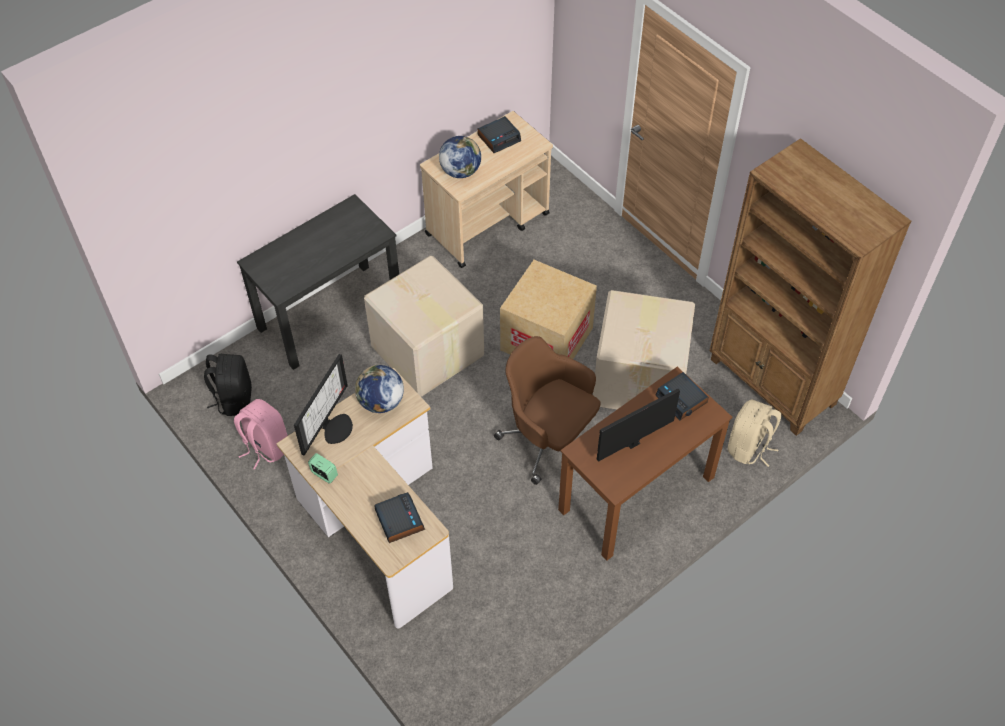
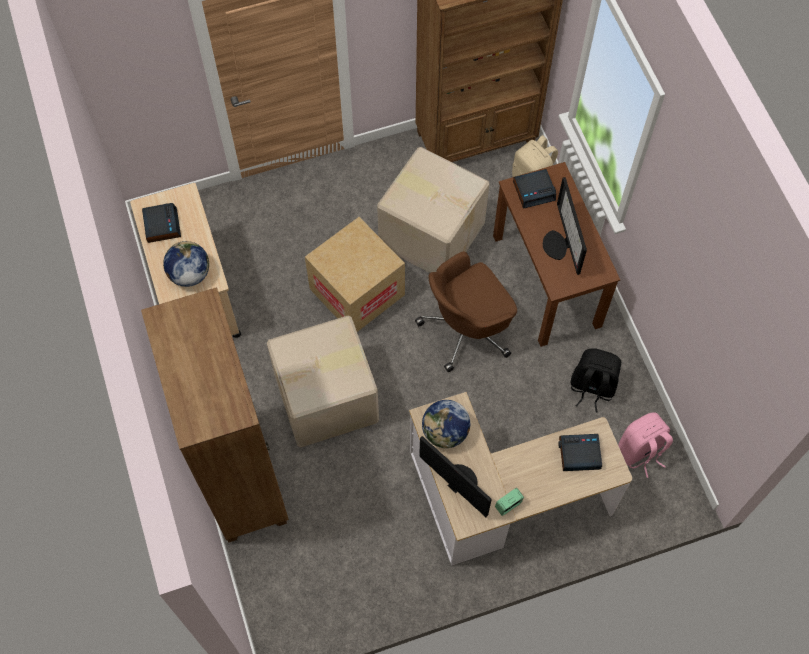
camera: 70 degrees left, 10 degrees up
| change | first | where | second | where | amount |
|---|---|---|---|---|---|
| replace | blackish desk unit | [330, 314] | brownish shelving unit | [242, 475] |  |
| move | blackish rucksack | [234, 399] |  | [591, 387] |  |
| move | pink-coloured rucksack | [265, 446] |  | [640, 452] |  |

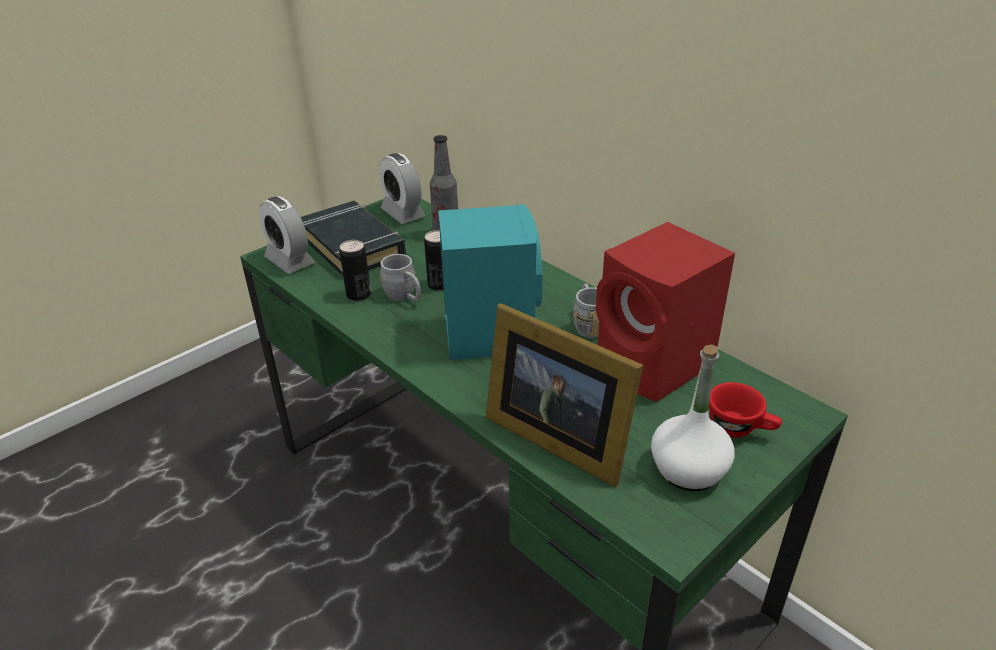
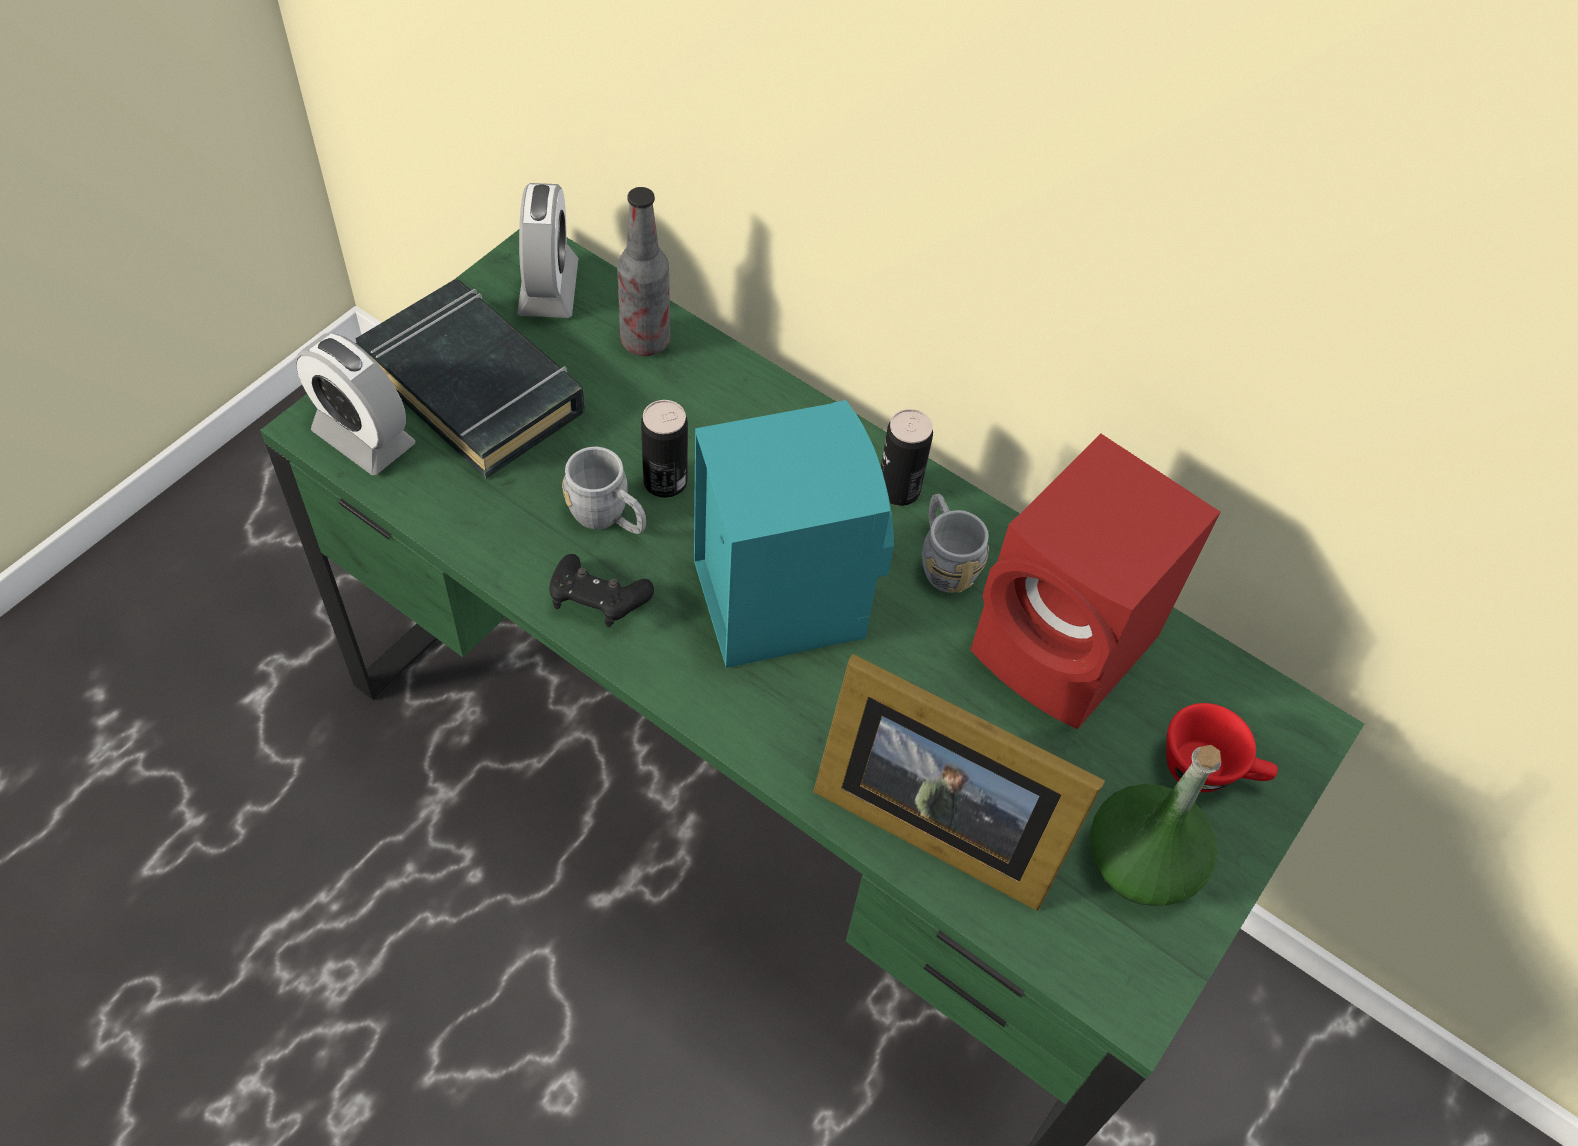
camera: 15 degrees left, 20 degrees up
| change | first | where | second | where | amount |
|---|---|---|---|---|---|
| rotate | alarm clock | [403, 213] |  | [548, 288] | 135 degrees counterclockwise |
| insert |  |  | blackish game controller | [597, 601] |  |
| move | metal can | [358, 295] |  | [898, 490] |  |
| recolor | white bottle | [688, 469] | greenish bottle | [1141, 862] |  |

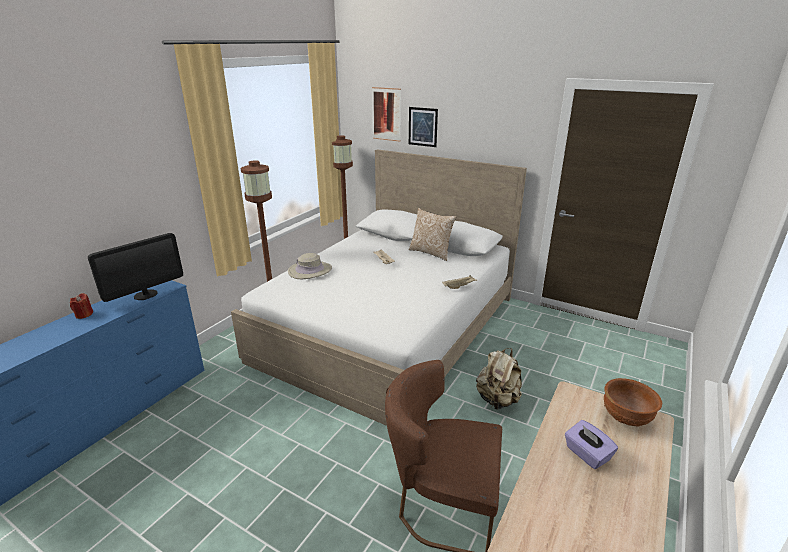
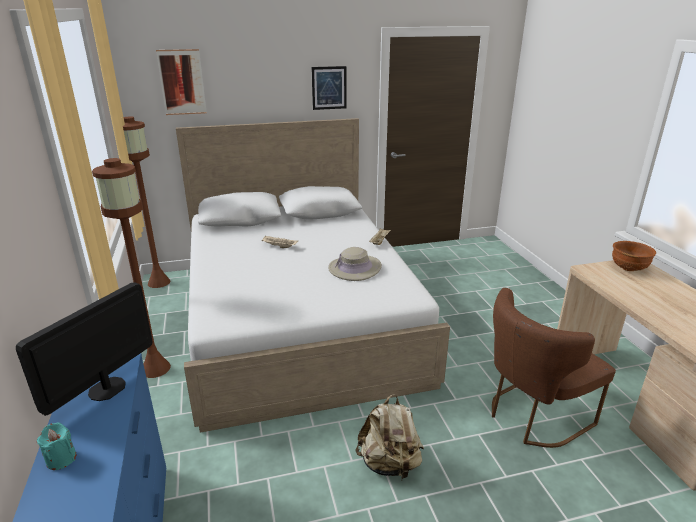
camera: 45 degrees left, 0 degrees up
| change | first | where | second | where | amount |
|---|---|---|---|---|---|
| rotate | computer display | [145, 295] |  | [107, 389] | 150 degrees counterclockwise |
| recolor | reddish wax candle | [84, 314] | turquoise wax candle | [61, 459] |  |
| move | picture | [423, 127] |  | [329, 88] |  |
| move | sand-coloured hat | [310, 270] |  | [355, 268] |  |
| move | sand-coloured rucksack | [497, 400] |  | [389, 464] |  |
| delete | cushion | [431, 253] |  |  |  |
| delete | purplish tissue holder | [586, 454] |  |  |  |

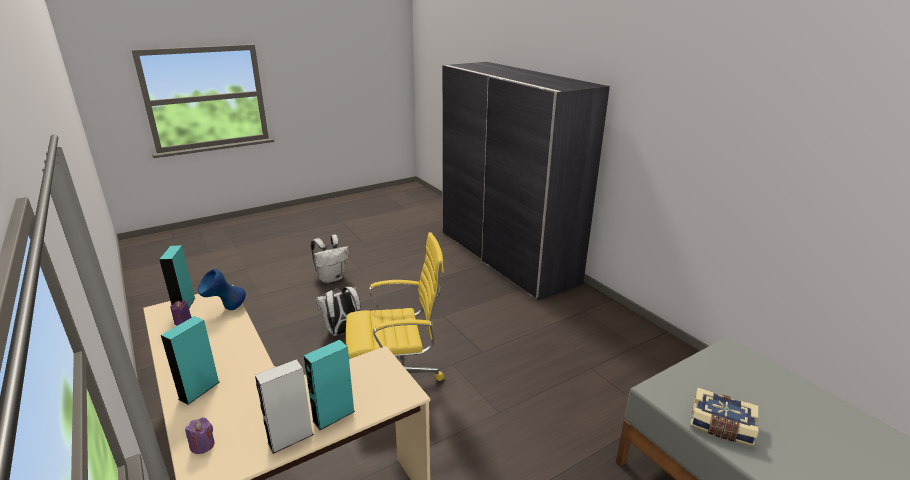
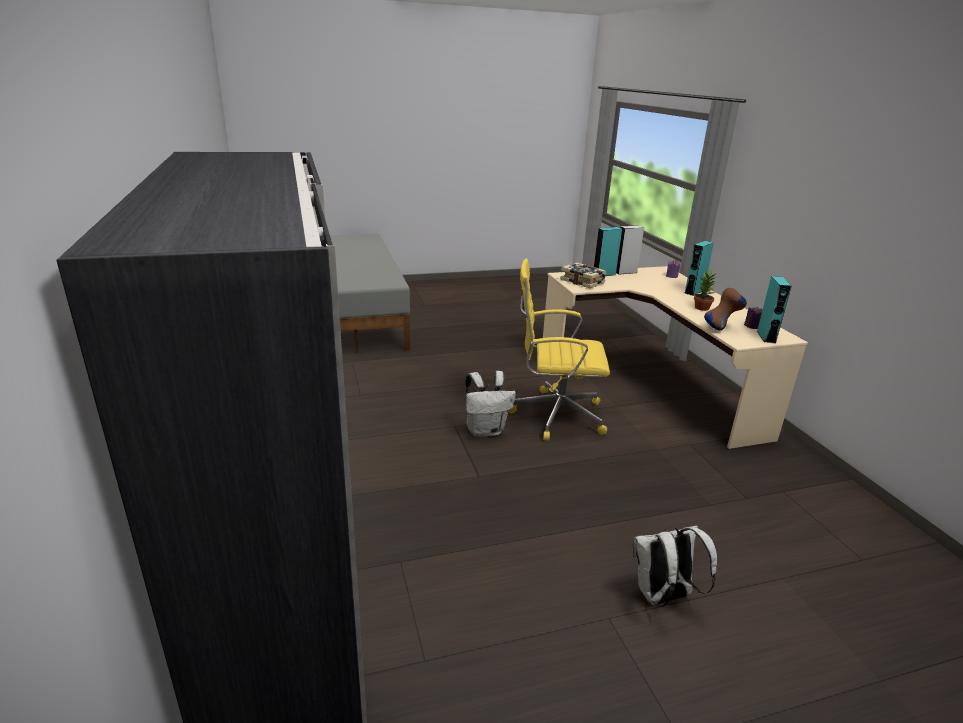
camera: 165 degrees left, 0 degrees up
| change | first | where | second | where | amount |
|---|---|---|---|---|---|
| move | white rucksack | [342, 331] |  | [486, 430] |  |
| move | volume | [721, 426] |  | [583, 282] |  |
| insert |  |  | houseplant | [702, 308] |  |
| recolor | bluish decorative vase | [226, 310] | brownish decorative vase | [721, 328] |  |

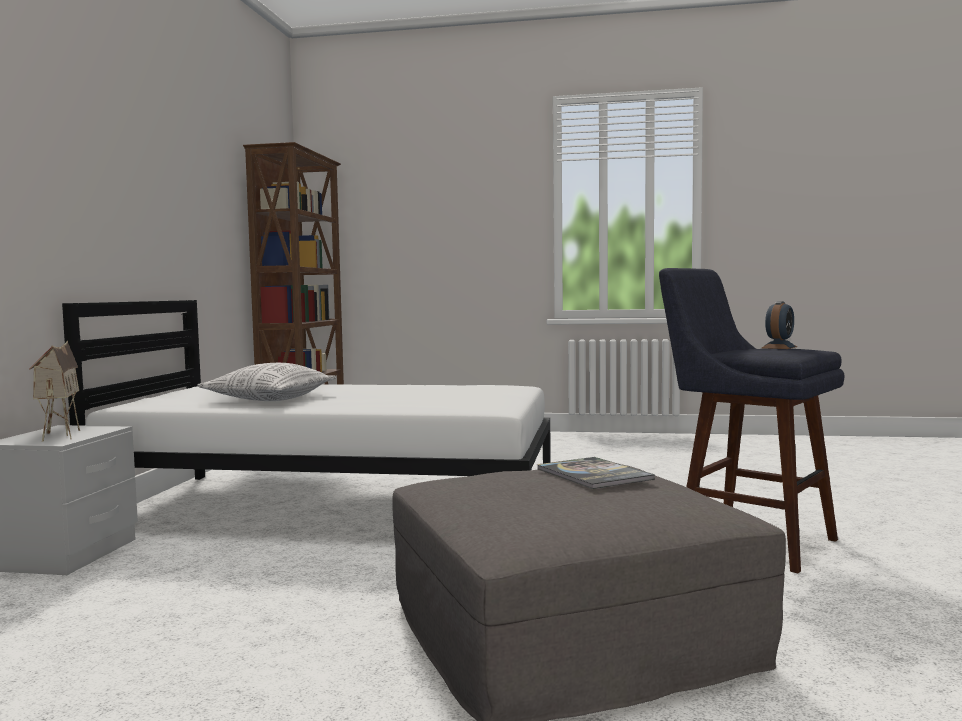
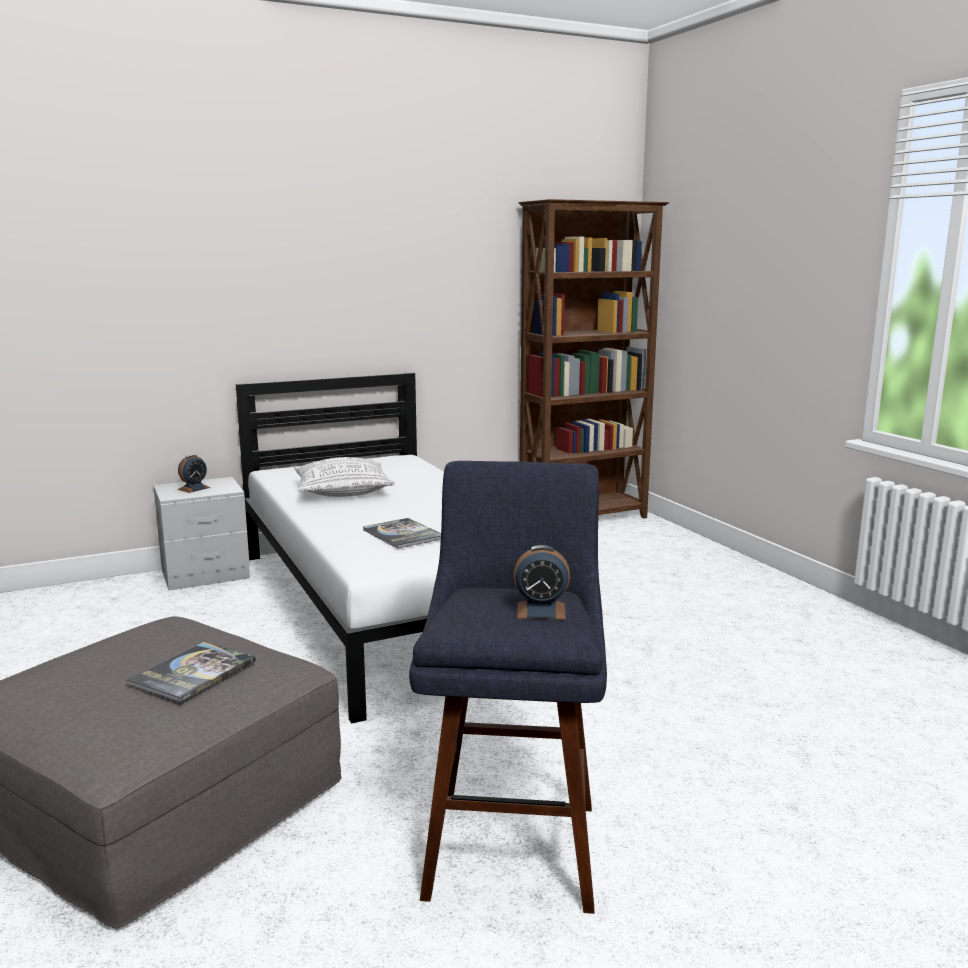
camera: 55 degrees right, 10 degrees up
| change | first | where | second | where | amount |
|---|---|---|---|---|---|
| replace | miniature house | [57, 435] | alarm clock | [194, 488] |  |
| insert |  |  | volume | [403, 534] |  |

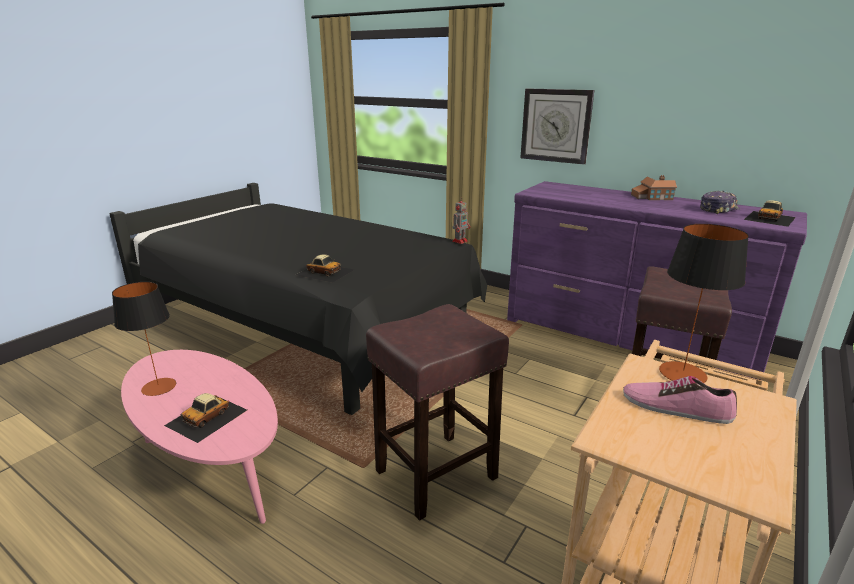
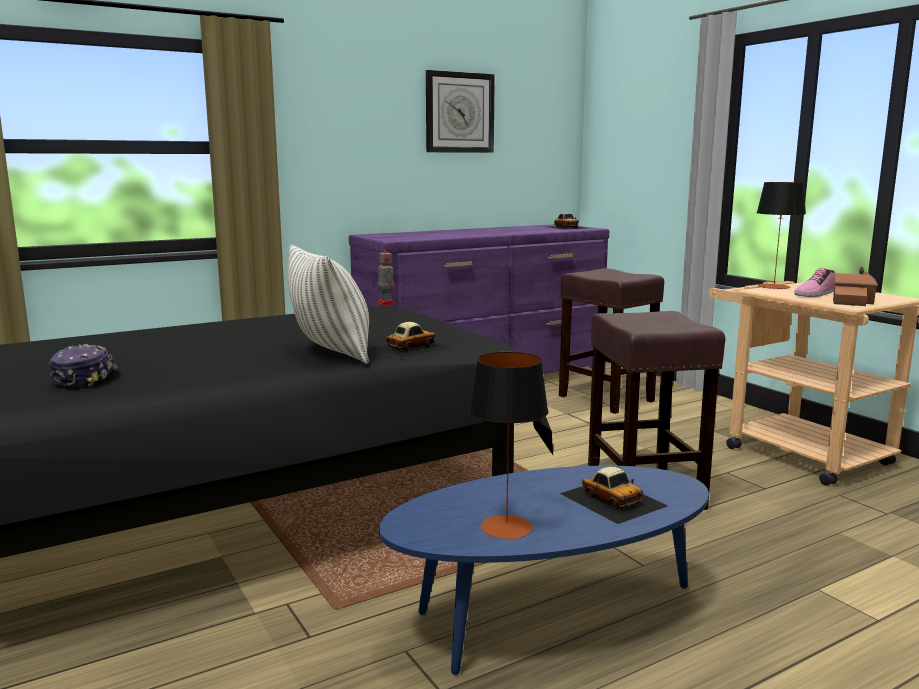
camera: 65 degrees left, 10 degrees down
| change | first | where | second | where | amount |
|---|---|---|---|---|---|
| move | peaked cap | [718, 209] |  | [84, 378] |  |
| insert |  |  | cushion | [331, 353] |  |
| recolor | pink-coloured low table | [210, 463] | bluish low table | [548, 617] |  |
| move | hanging clock | [556, 125] |  | [459, 113] |  |
| move | miniature house | [651, 197] |  | [853, 301] |  |

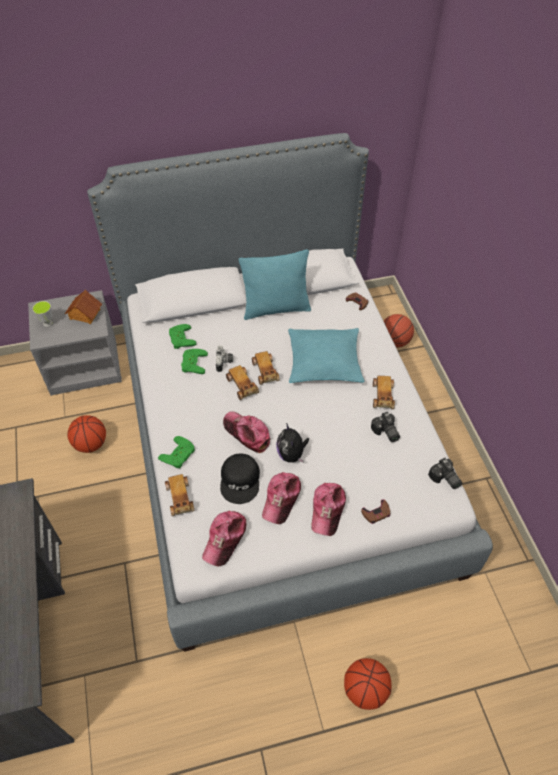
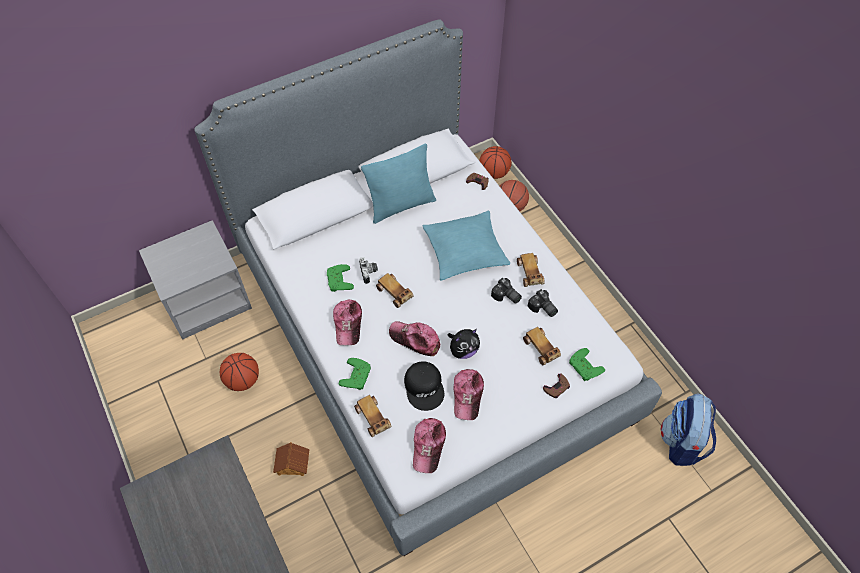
camera: 15 degrees left, 5 degrees up
| change | first | where | second | where | amount |
|---|---|---|---|---|---|
| move | miniature house | [84, 314] |  | [292, 464] |  |
| move | peaked cap | [327, 510] |  | [348, 324] |  |
| rotate | soft toy | [291, 454] |  | [463, 350] | 90 degrees counterclockwise |
| move | basketball | [365, 689] |  | [494, 173] |  |
| move | still camera | [444, 479] |  | [506, 296] |  |
| move | miniature car | [265, 372] |  | [541, 349] |  |
| move | greenish game controller | [180, 339] |  | [583, 367] |  |
| insert |  |  | rucksack | [682, 442] |  |
| delete | cup | [48, 323] |  |  |  |

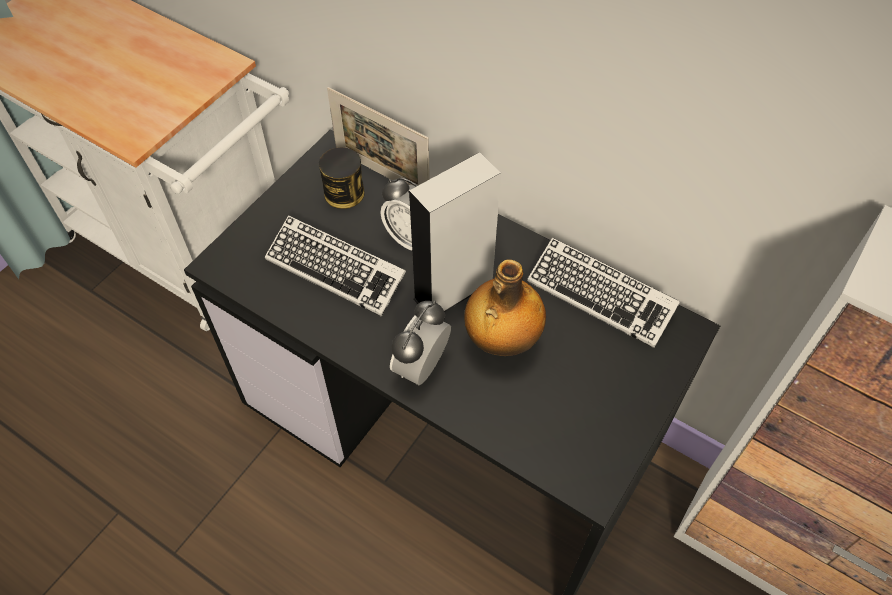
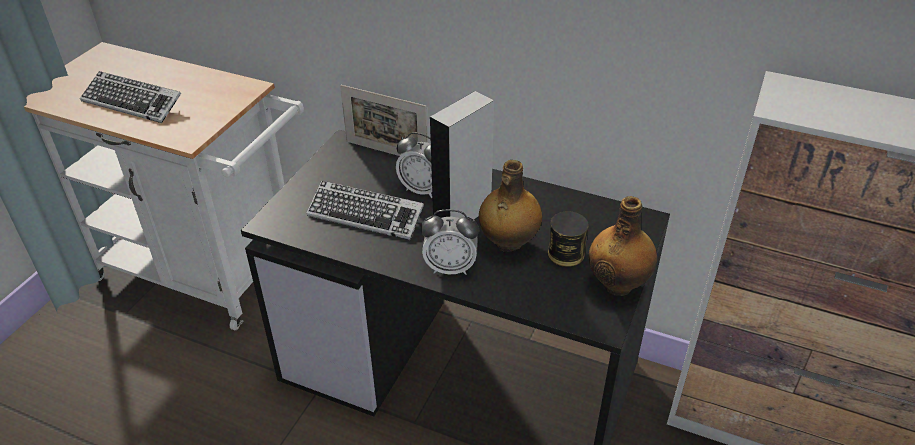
camera: 10 degrees left, 15 degrees down
| change | first | where | second | where | amount |
|---|---|---|---|---|---|
| move | PC keyboard | [600, 296] |  | [132, 103] |  |
| rotate | alarm clock | [421, 366] |  | [450, 267] | 105 degrees counterclockwise |
| move | metal can | [344, 193] |  | [566, 254] |  |
| insert |  |  | bottle | [618, 284] |  |

